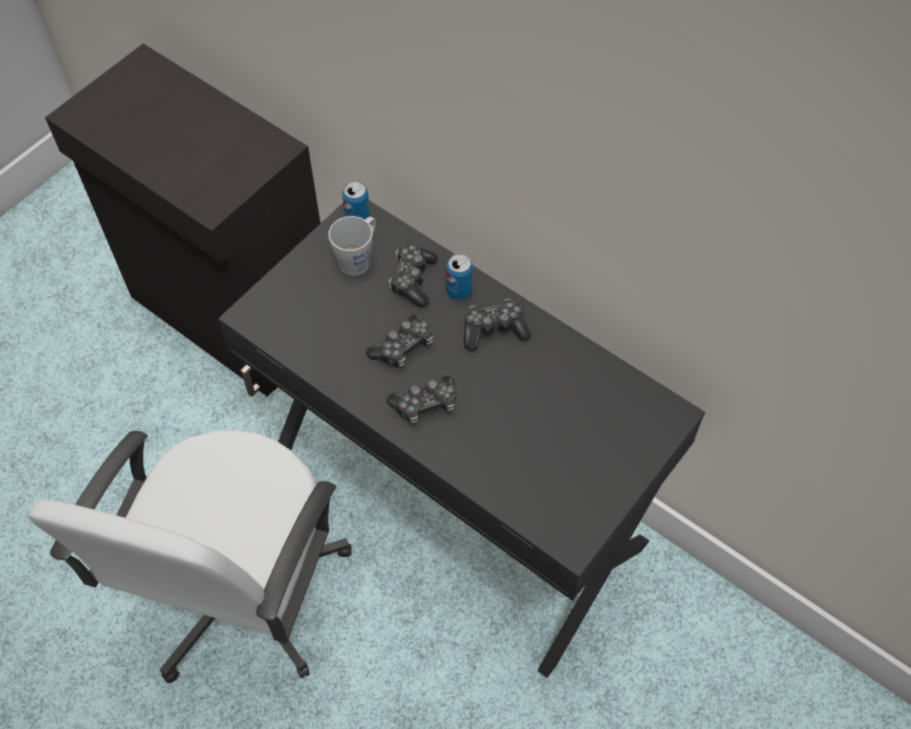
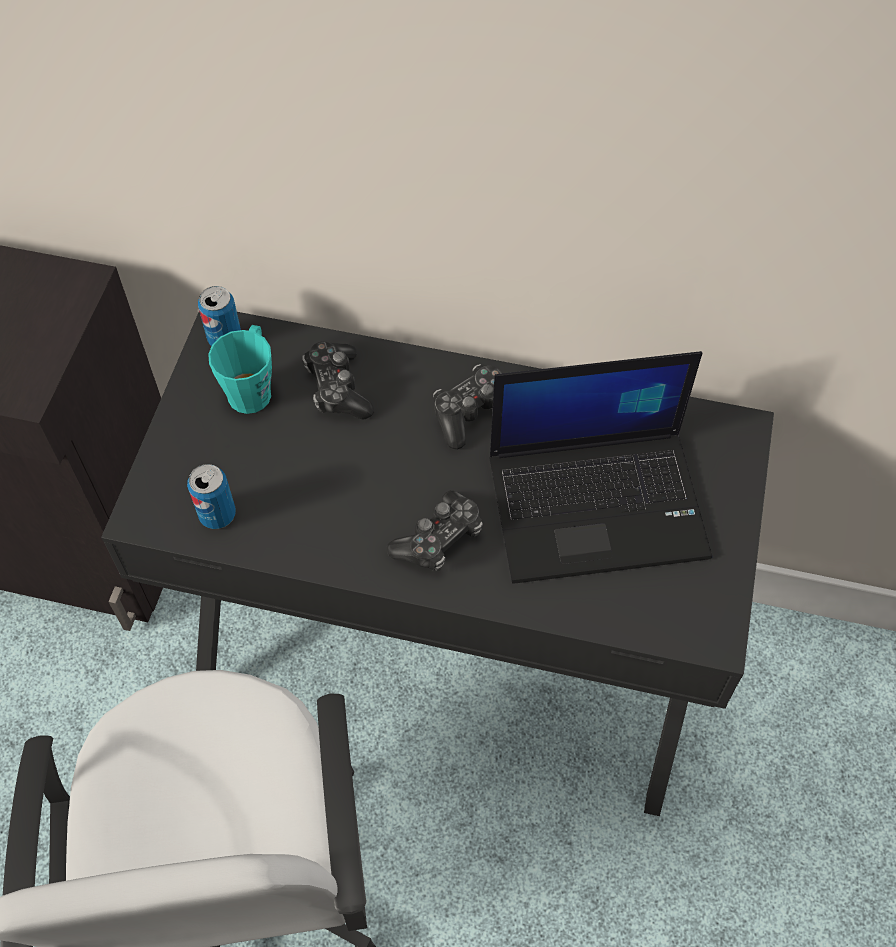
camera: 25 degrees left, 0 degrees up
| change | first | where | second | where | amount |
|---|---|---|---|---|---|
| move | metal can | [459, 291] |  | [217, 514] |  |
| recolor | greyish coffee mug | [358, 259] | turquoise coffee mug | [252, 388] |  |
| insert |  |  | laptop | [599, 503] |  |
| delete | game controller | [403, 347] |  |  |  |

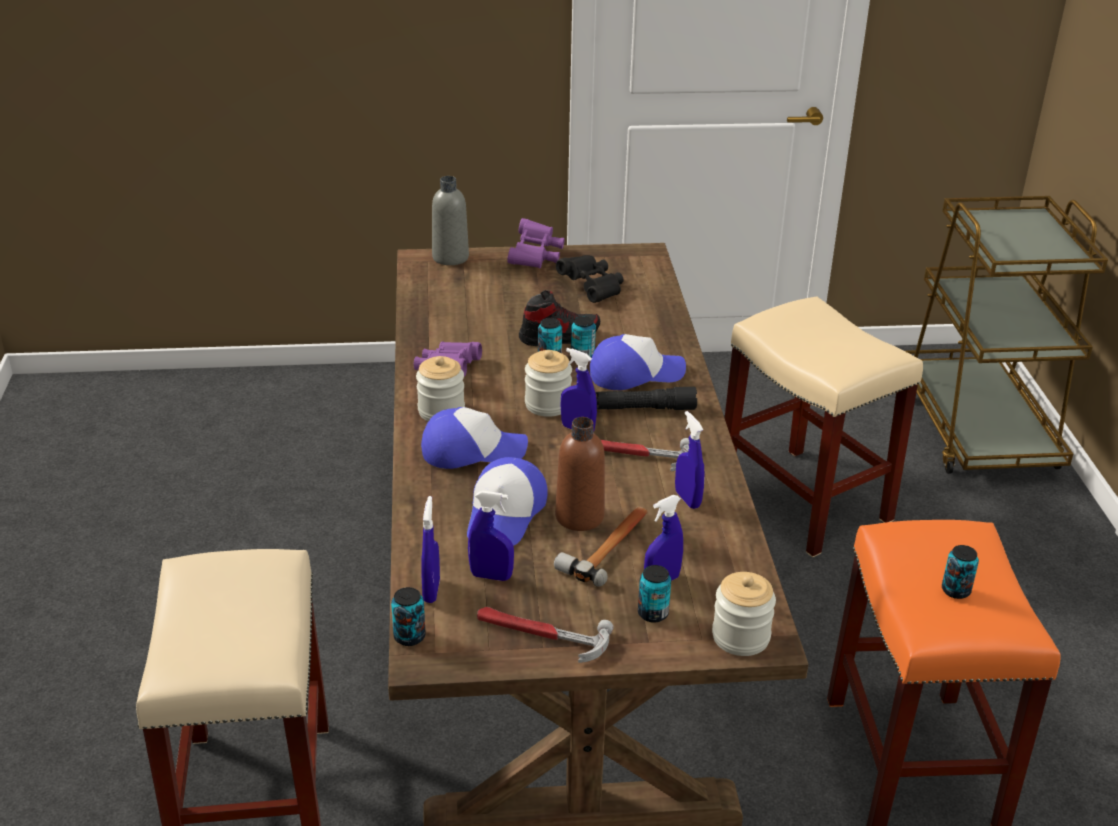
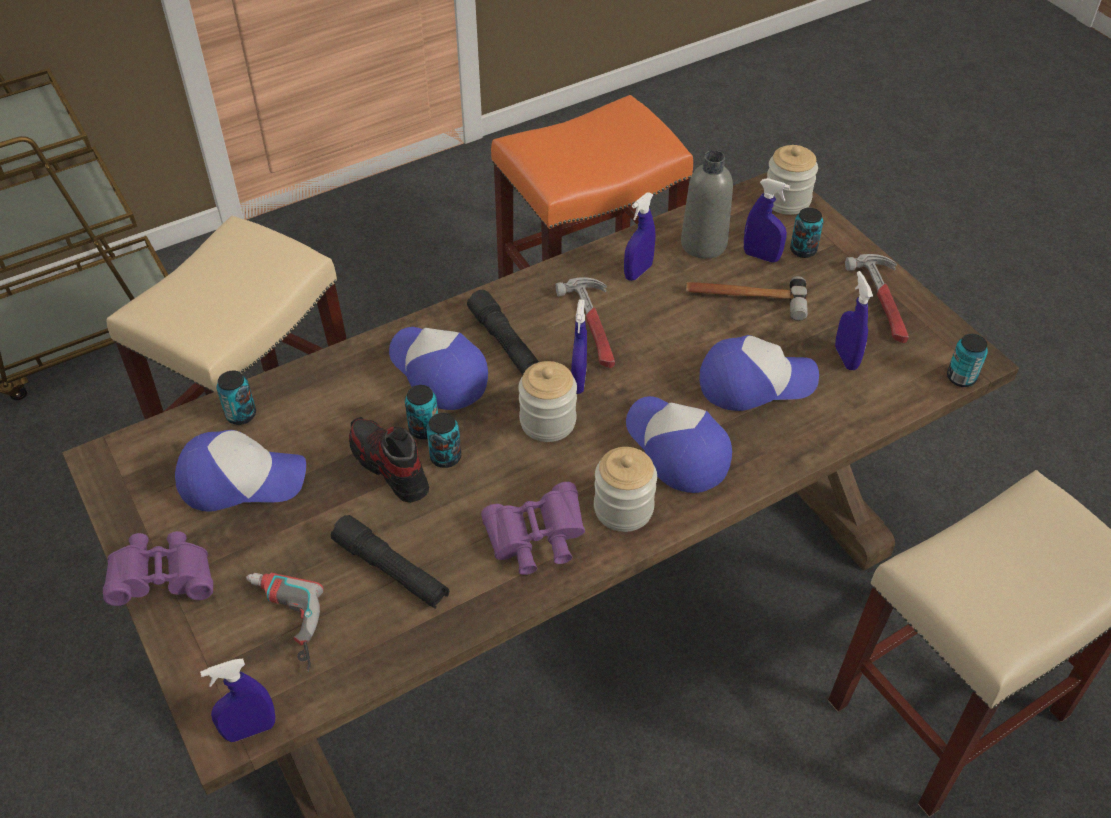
camera: 115 degrees left, 15 degrees up
| change | first | where | second | where | amount |
|---|---|---|---|---|---|
| replace | blackish binoculars | [592, 288] | peaked cap | [241, 479] |  |
| move | bluish sprayer | [431, 591] |  | [250, 730] |  |
| move | metal can | [955, 590] |  | [241, 415] |  |
| insert |  |  | drill | [280, 624] |  |
| insert |  |  | blackish flashlight | [391, 570] |  |
| move | greyish bottle | [450, 257] |  | [703, 244] |  |
| delete | brownish bottle | [579, 517] |  |  |  |

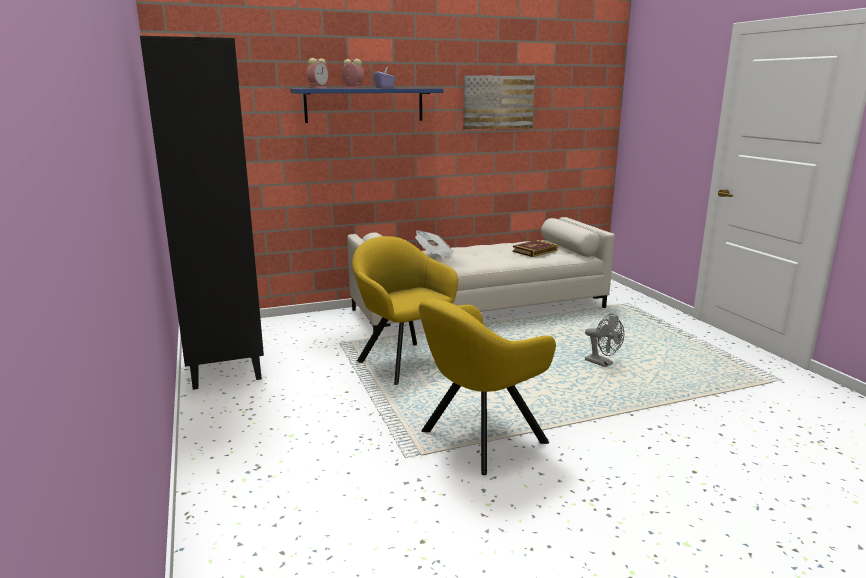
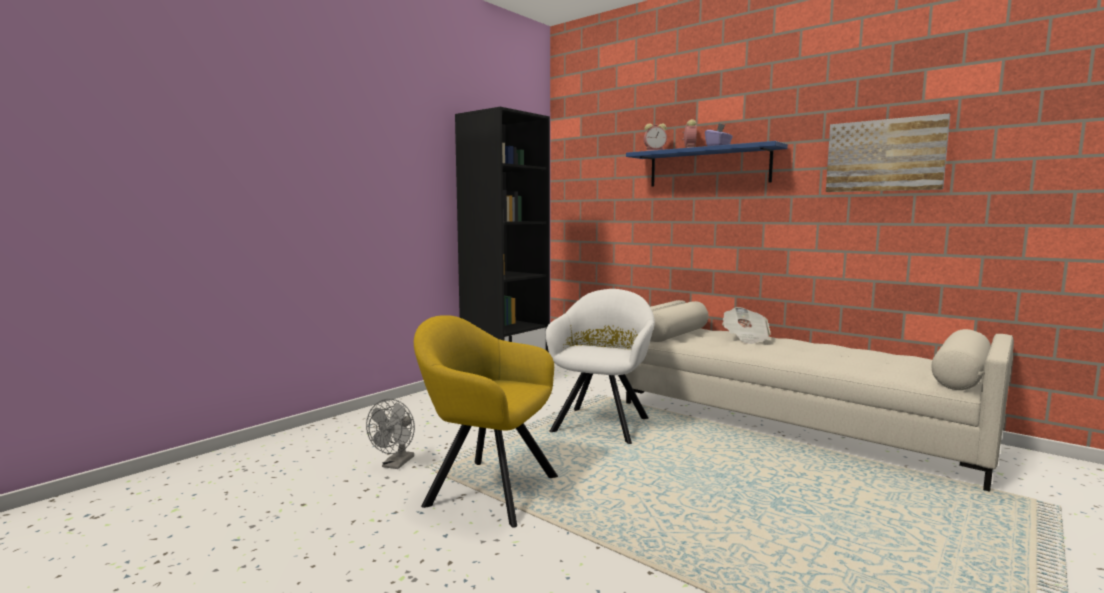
camera: 60 degrees right, 10 degrees down
| change | first | where | second | where | amount |
|---|---|---|---|---|---|
| move | greyish electric fan | [602, 363] |  | [395, 464] |  |
| recolor | yellow easy chair | [403, 361] | white easy chair | [602, 423] |  |
| delete | volume | [535, 251] |  |  |  |

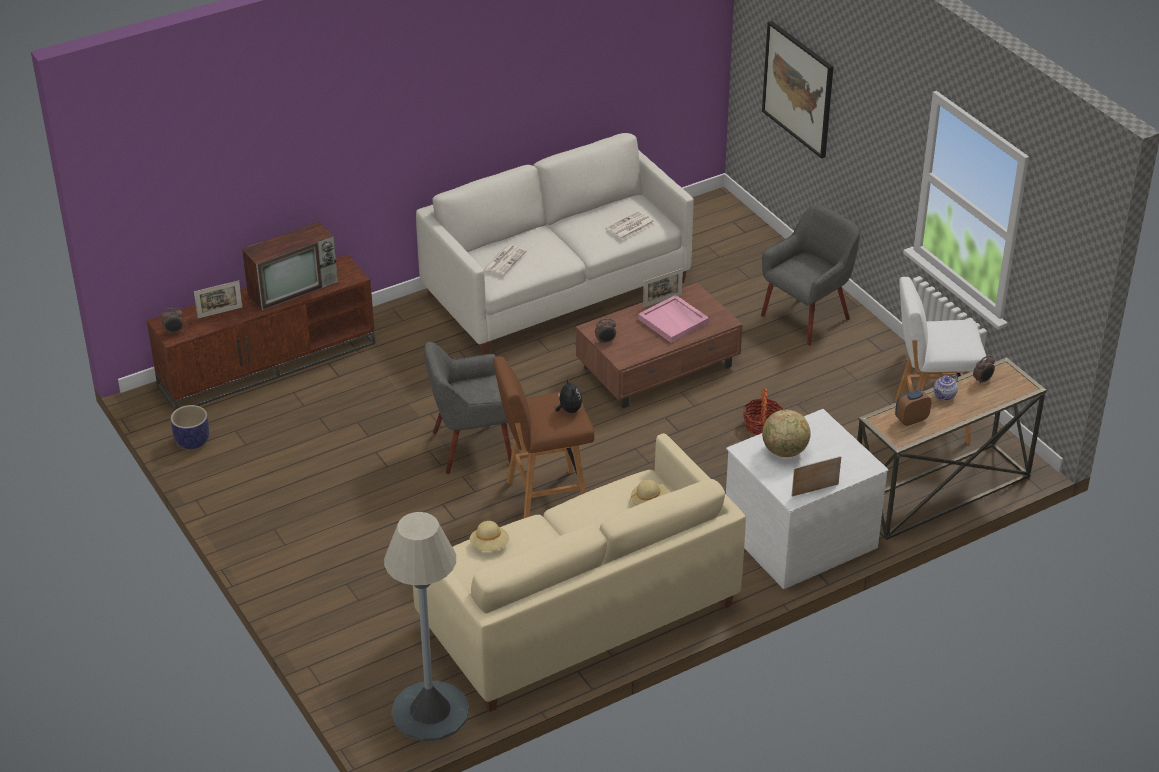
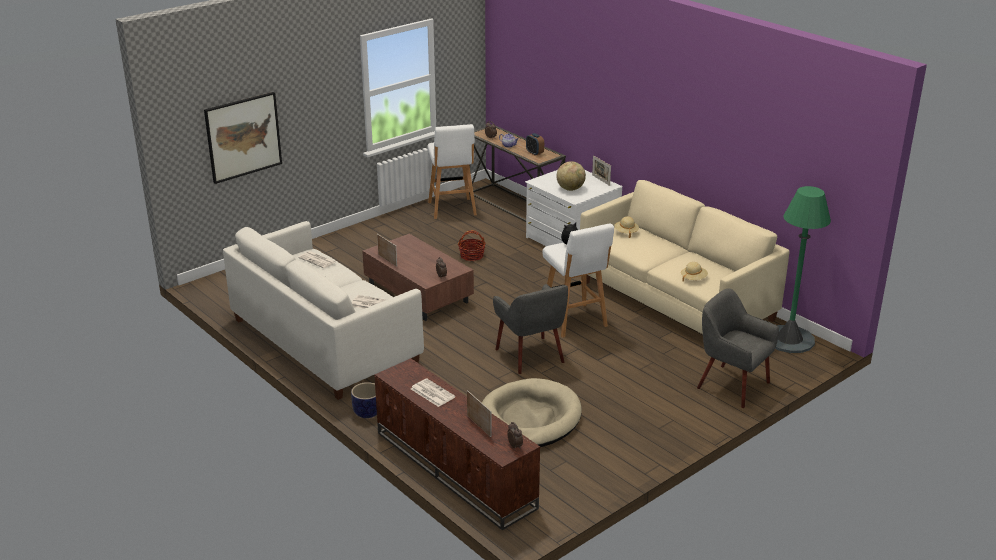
camera: 100 degrees left, 10 degrees down
| change | first | where | second | where | amount |
|---|---|---|---|---|---|
| move | planter | [192, 441] |  | [367, 412] |  |
| replace | TV set | [294, 288] | newspaper | [431, 393] |  |
| insert |  |  | sand-coloured dog bed | [528, 419] |  |
| recolor | brownish sitting stool | [544, 499] | white sitting stool | [575, 322] |  |
| move | greyish easy chair | [807, 317] |  | [732, 385] |  |
| recolor | greyish floor lamp | [430, 712] | greenish floor lamp | [789, 339] |  |
| delete | pink-coloured carrying tray | [674, 321] |  |  |  |

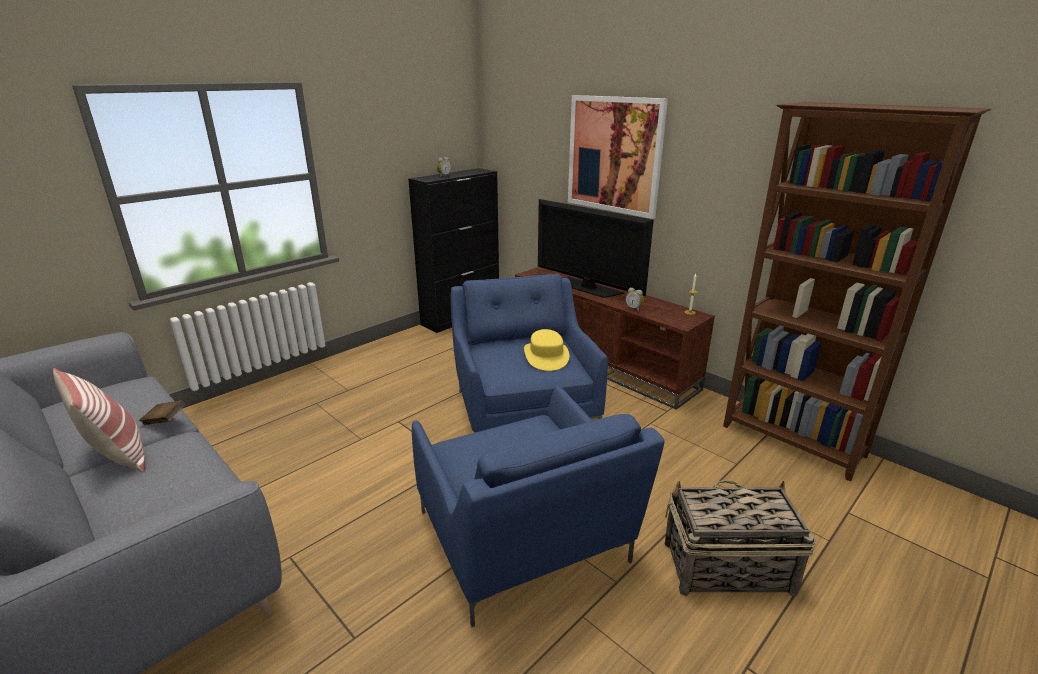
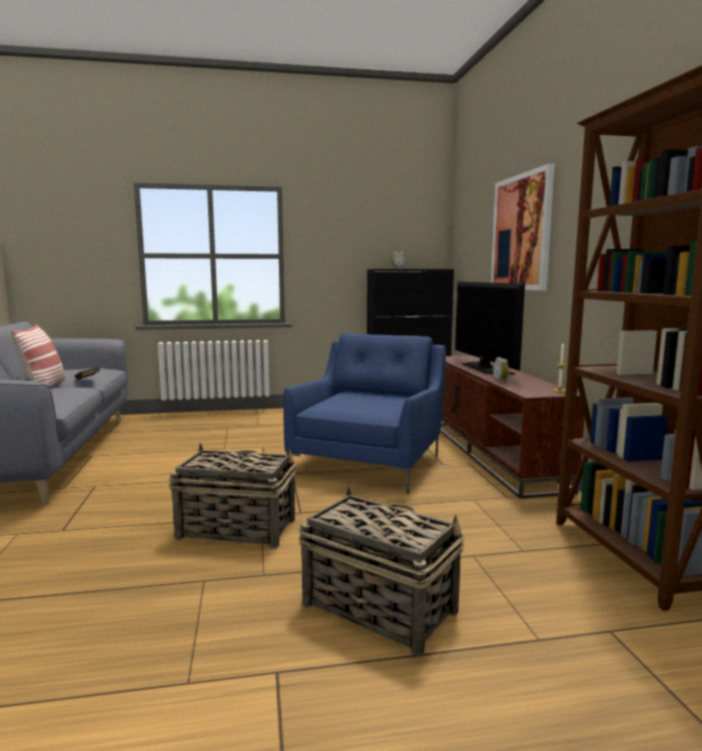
camera: 35 degrees right, 15 degrees down
| change | first | where | second | where | amount |
|---|---|---|---|---|---|
| replace | bluish easy chair | [524, 542] | household basket | [235, 528] |  |
| delete | yellow hat | [546, 356] |  |  |  |

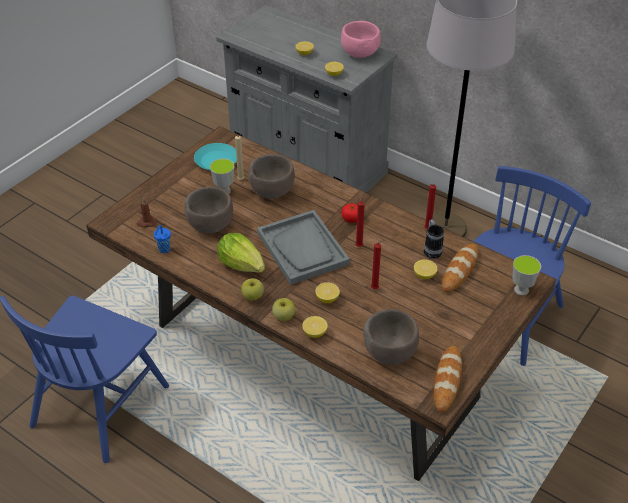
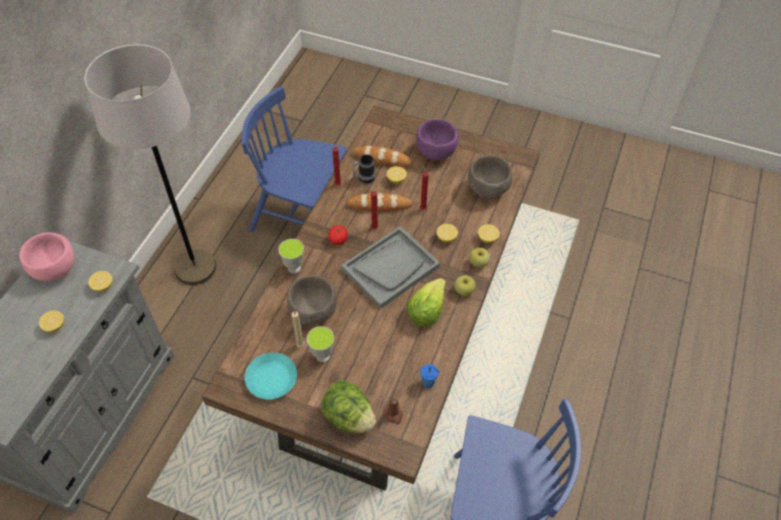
camera: 105 degrees left, 10 degrees up
| change | first | where | second | where | amount |
|---|---|---|---|---|---|
| move | cup | [521, 290] |  | [294, 268] |  |
| insert |  |  | head of lettuce | [349, 417] |  |
| move | baked bread | [447, 381] |  | [379, 205] |  |
| insert |  |  | purplish deep dish | [436, 153] |  |
| delete | brownish deep dish | [210, 225] |  |  |  |

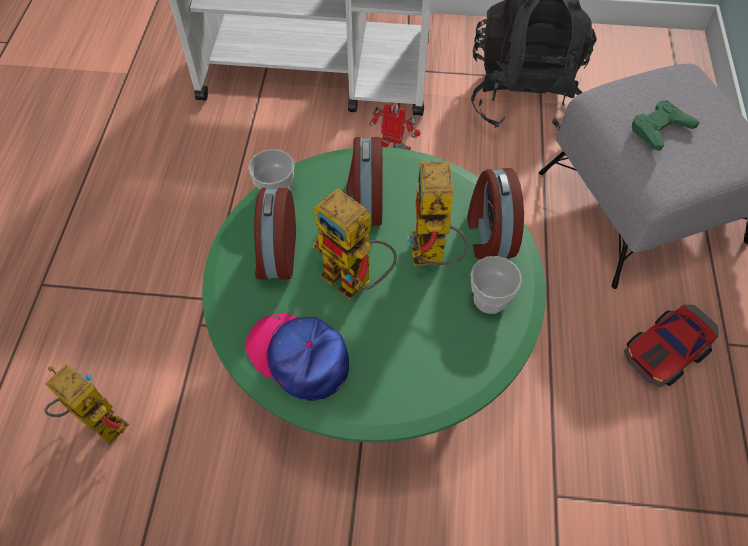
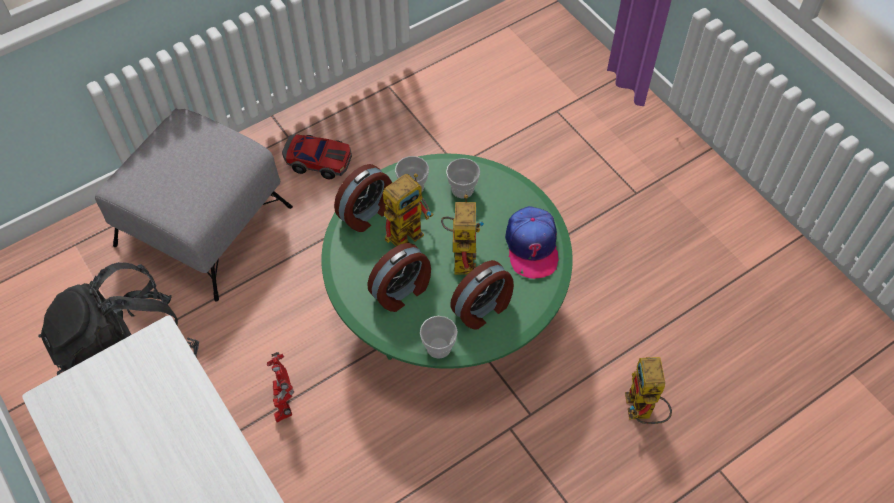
camera: 130 degrees left, 0 degrees up
| change | first | where | second | where | amount |
|---|---|---|---|---|---|
| insert |  |  | cup | [462, 189] |  |
| delete | greenish game controller | [660, 129] |  |  |  |

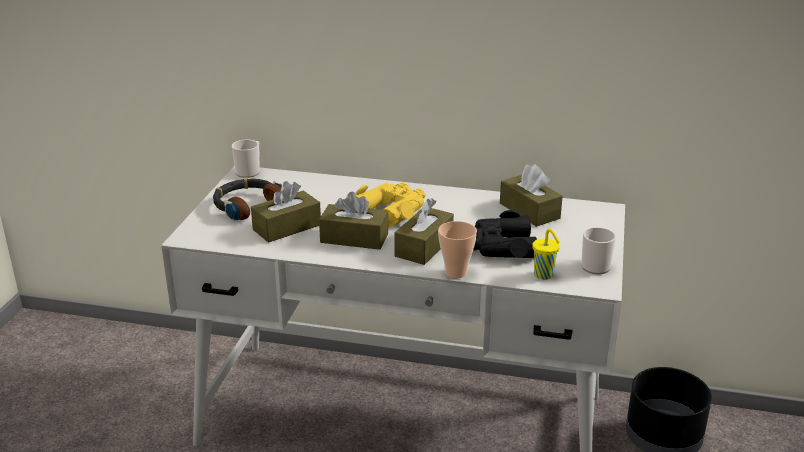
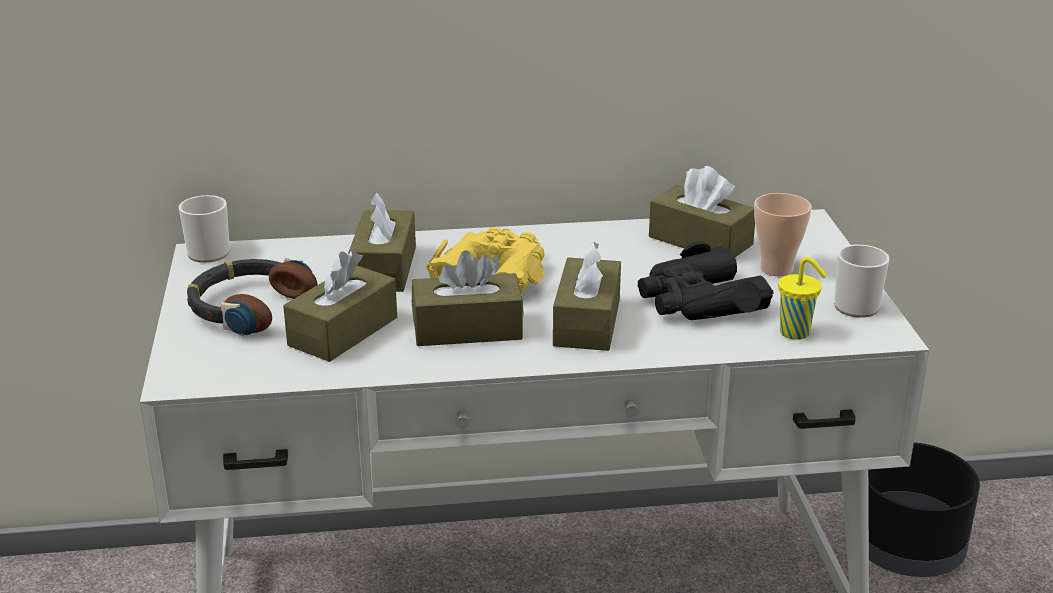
camera: 20 degrees left, 0 degrees up
| change | first | where | second | where | amount |
|---|---|---|---|---|---|
| insert |  |  | brownish tissue holder | [384, 268] |  |
| move | cup | [456, 272] |  | [776, 269] |  |

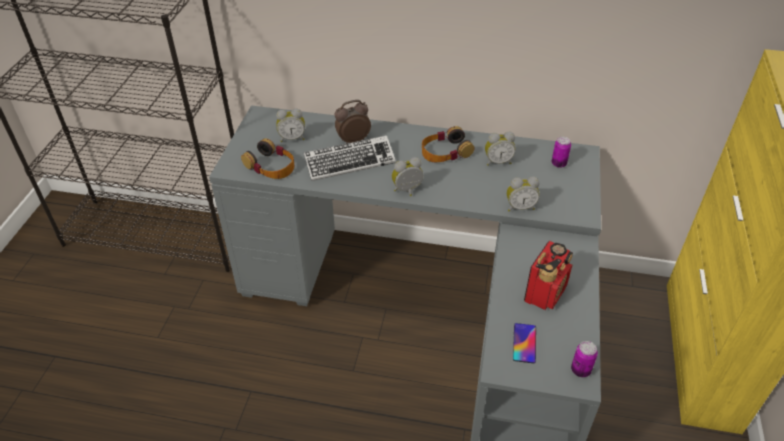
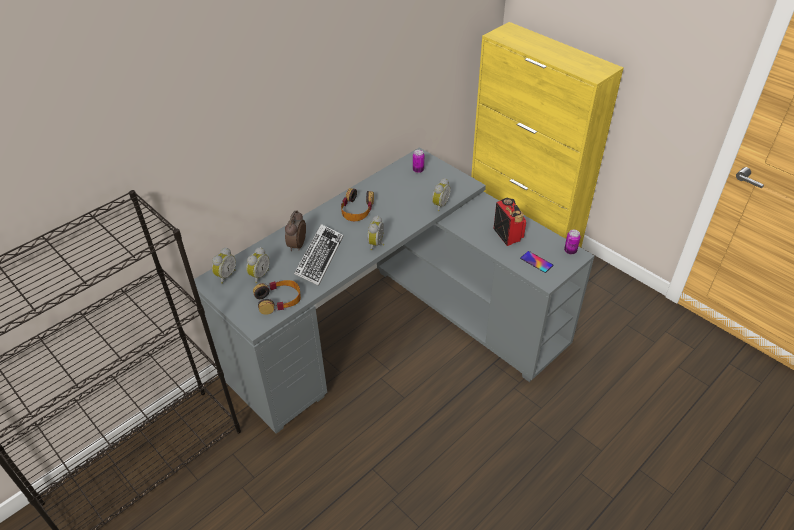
camera: 55 degrees left, 0 degrees up
| change | first | where | second | where | amount |
|---|---|---|---|---|---|
| move | alarm clock | [497, 161] |  | [225, 275] |  |

